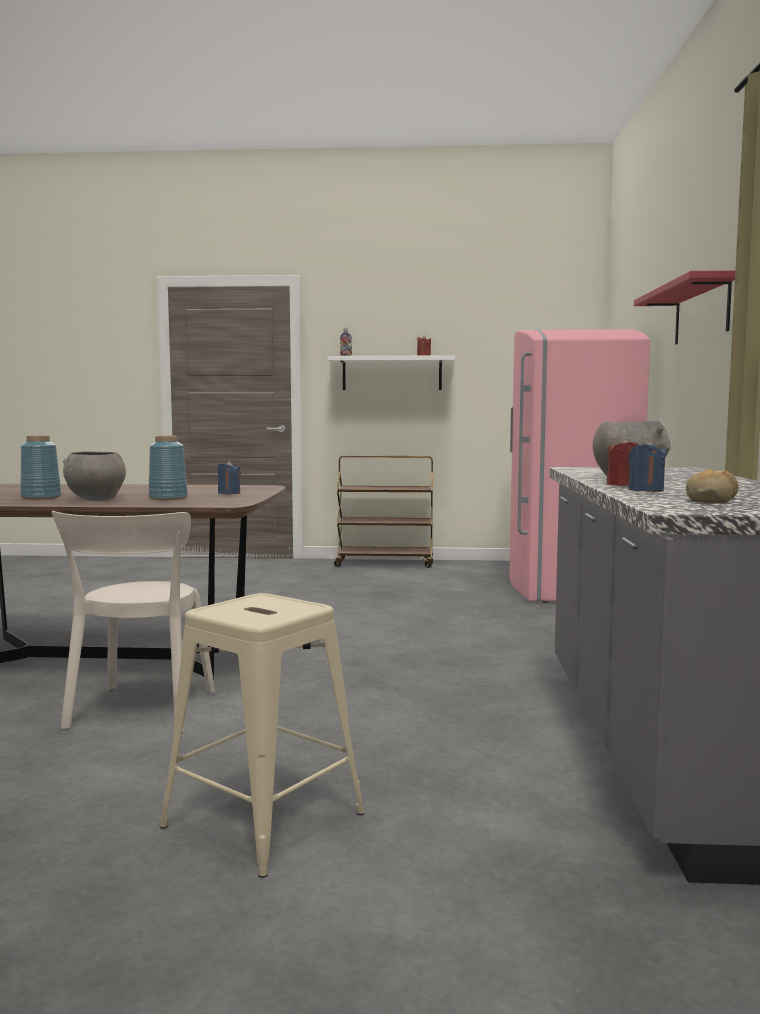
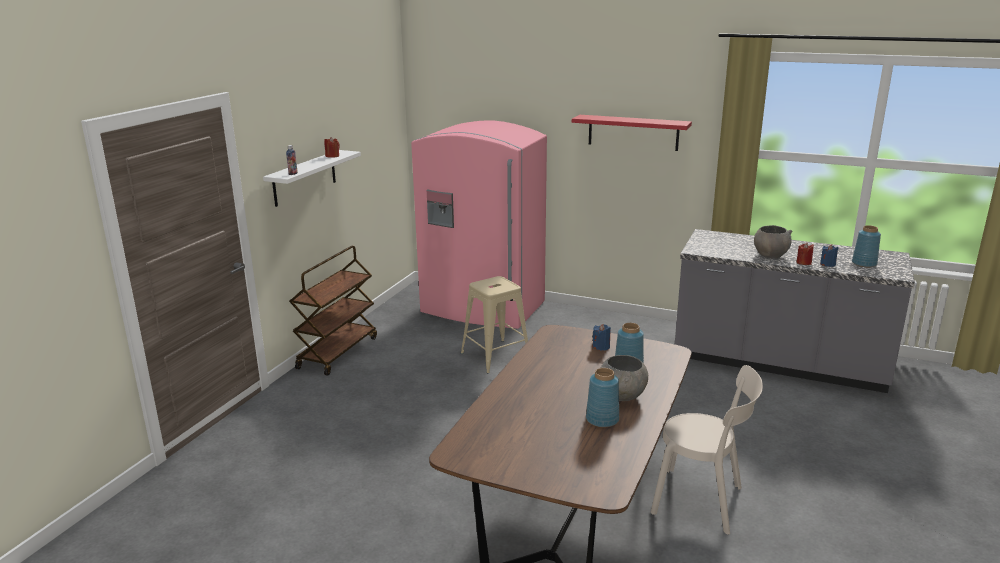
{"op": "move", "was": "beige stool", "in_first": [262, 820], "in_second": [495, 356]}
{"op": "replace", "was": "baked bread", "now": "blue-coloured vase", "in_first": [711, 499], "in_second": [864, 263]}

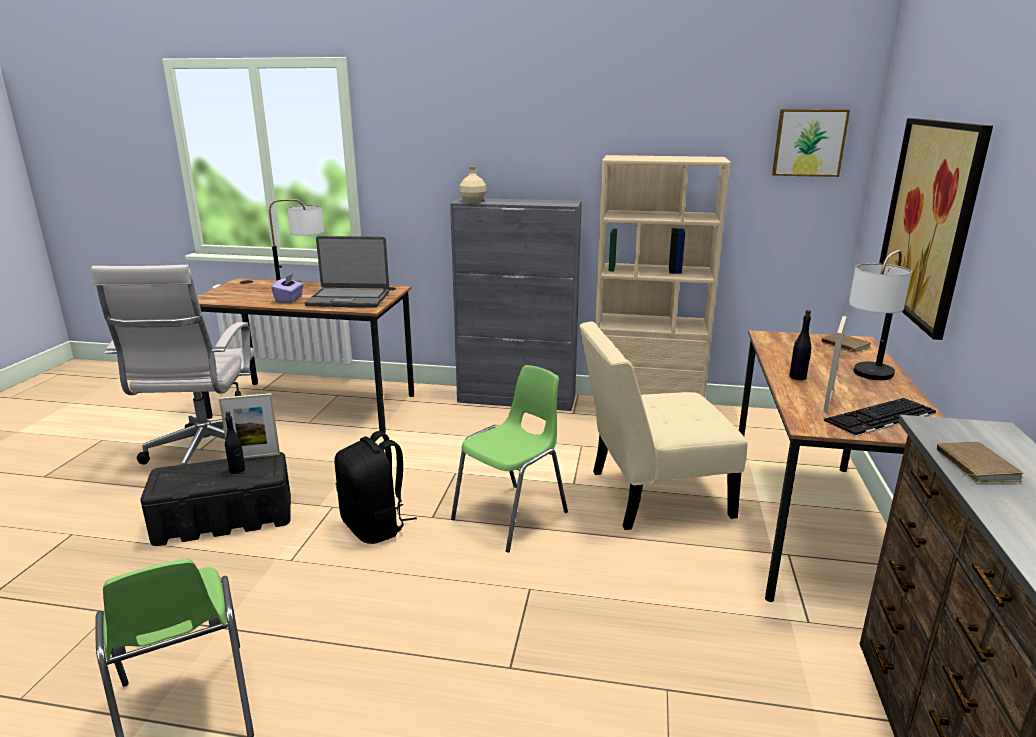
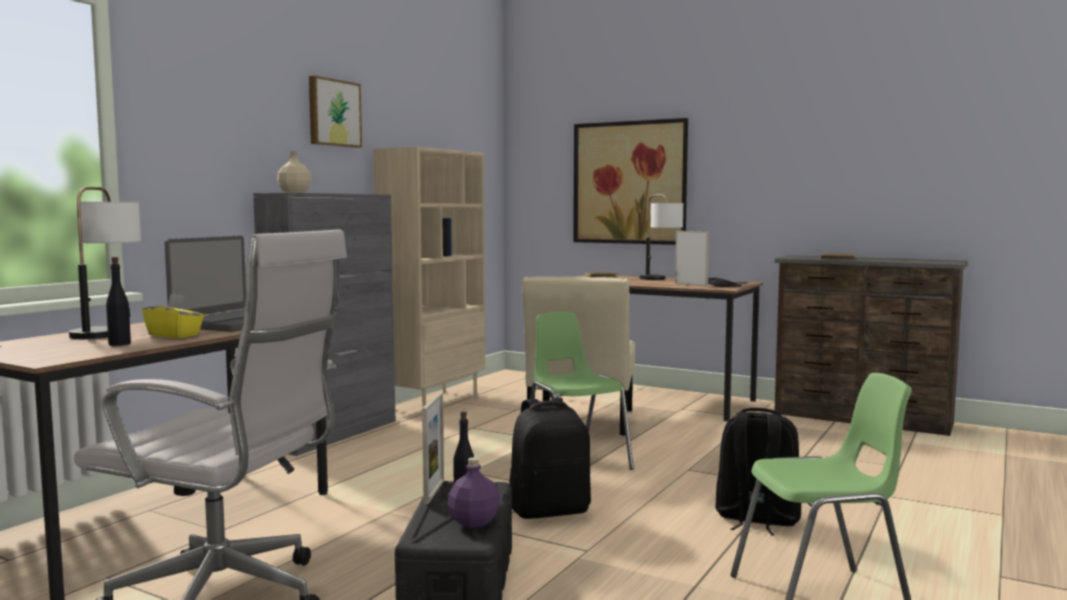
{"op": "insert", "now": "purple drink bottle", "in_second": [474, 521]}
{"op": "insert", "now": "black backpack", "in_second": [756, 519]}
{"op": "move", "was": "wall picture", "in_first": [809, 142], "in_second": [333, 113]}
{"op": "move", "was": "black drink bottle", "in_first": [798, 377], "in_second": [120, 344]}
{"op": "recolor", "was": "purple box of tissues", "now": "yellow box of tissues", "in_first": [289, 299], "in_second": [174, 335]}

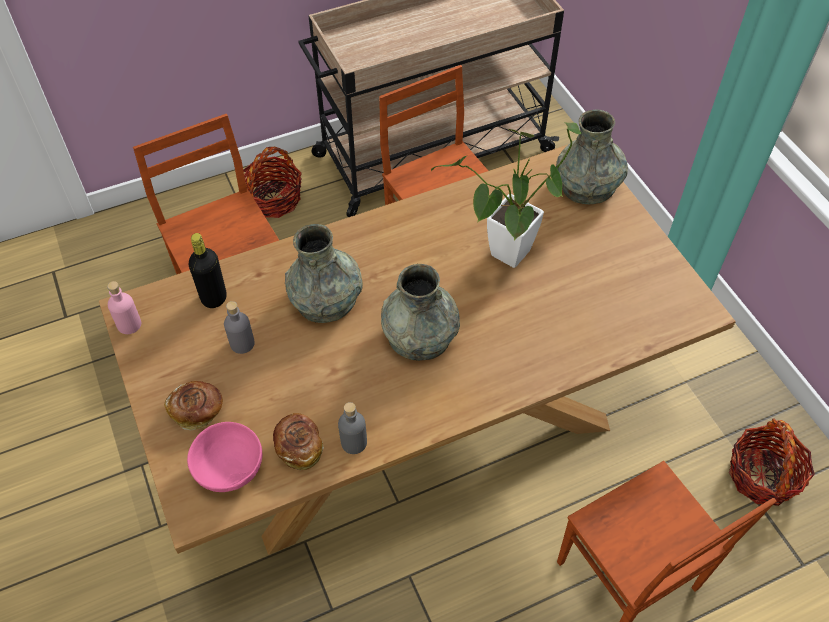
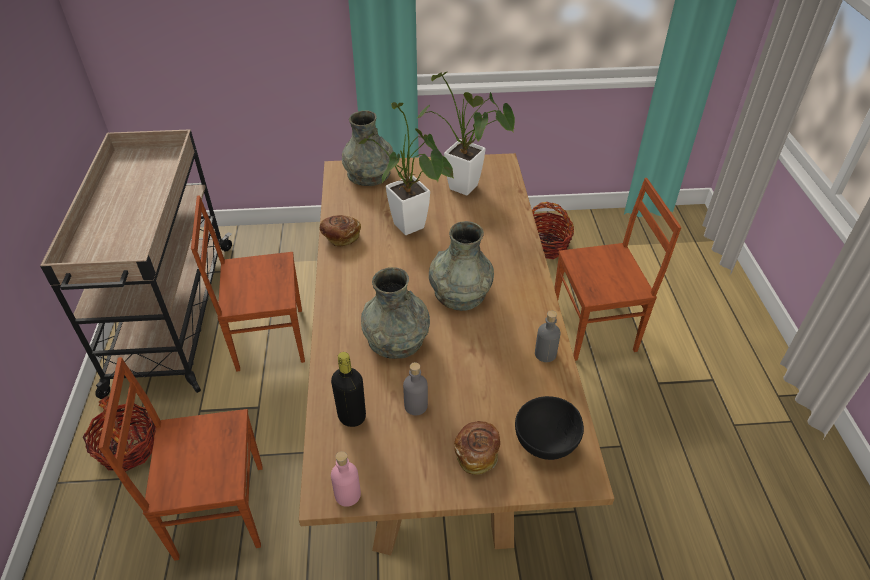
{"op": "insert", "now": "houseplant", "in_second": [469, 190]}
{"op": "move", "was": "baked bread", "in_first": [299, 447], "in_second": [340, 237]}
{"op": "recolor", "was": "pink deep dish", "now": "black deep dish", "in_first": [230, 471], "in_second": [548, 441]}

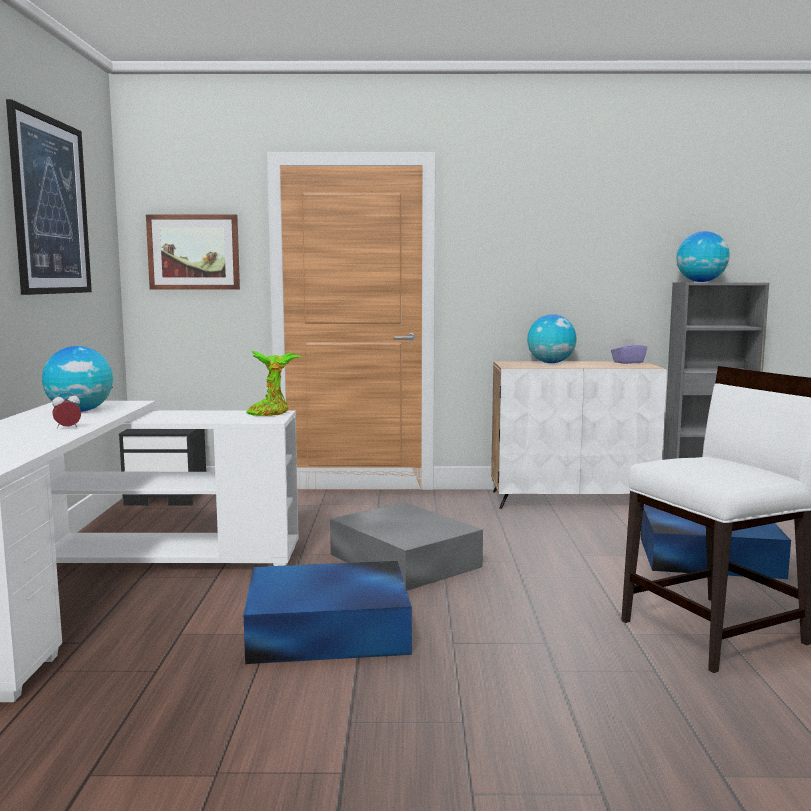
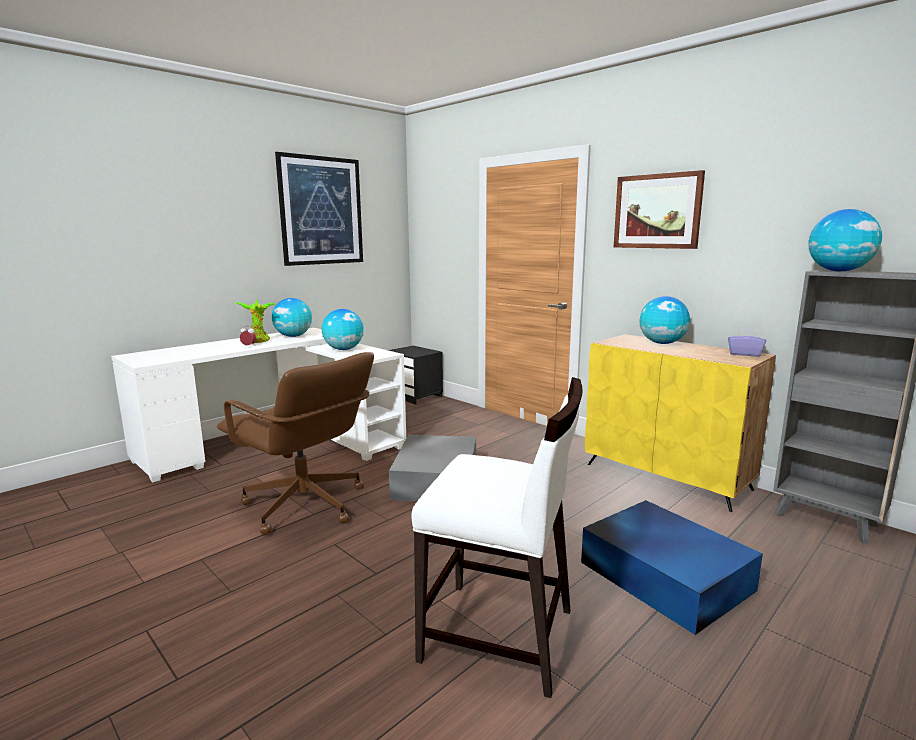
{"op": "insert", "now": "desk globe", "in_second": [344, 349]}
{"op": "move", "was": "wall picture", "in_first": [194, 252], "in_second": [657, 211]}
{"op": "move", "was": "houseplant", "in_first": [271, 413], "in_second": [257, 341]}
{"op": "replace", "was": "blue-coloured storage box", "now": "brown-coloured computer chair", "in_first": [330, 631], "in_second": [304, 506]}
{"op": "recolor", "was": "white-coloured storage cabinet", "now": "yellow storage cabinet", "in_first": [572, 499], "in_second": [667, 476]}

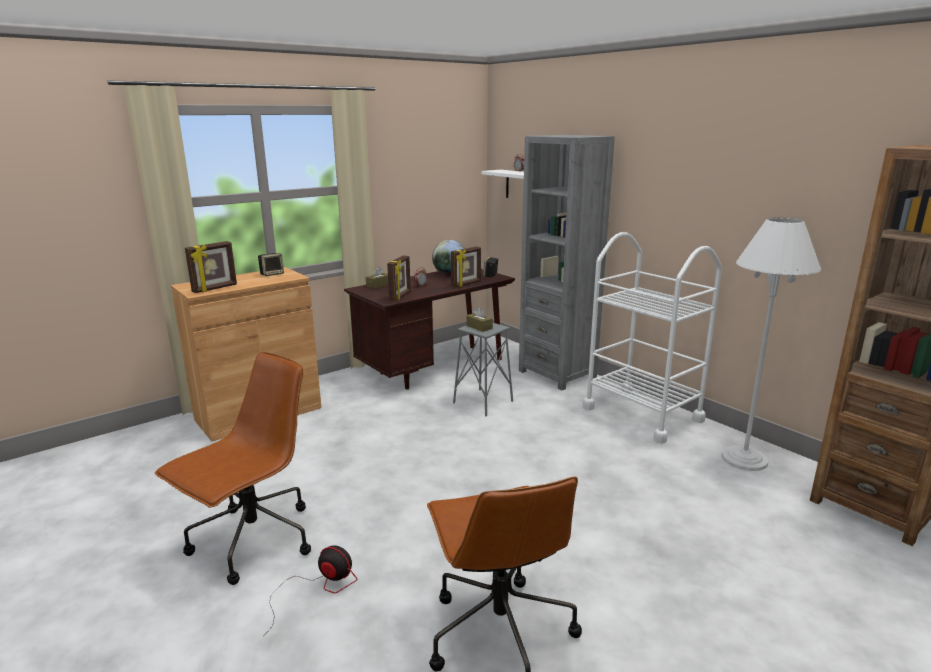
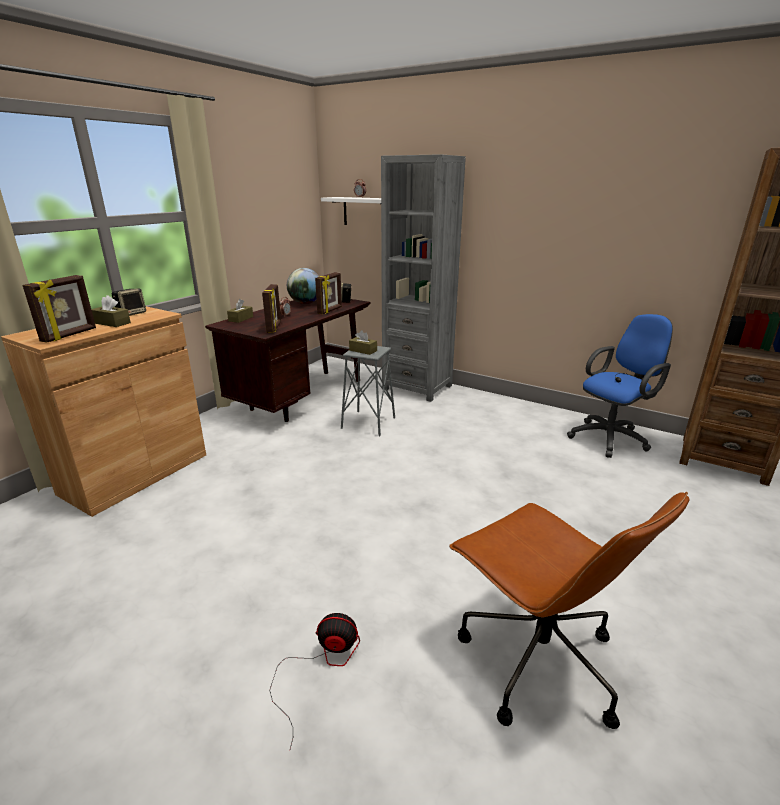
{"op": "delete", "was": "brown-coloured computer chair", "in_first": [252, 542]}
{"op": "delete", "was": "white-coloured wheeled cart", "in_first": [642, 414]}
{"op": "insert", "now": "brown-coloured box of tissues", "in_second": [112, 323]}
{"op": "replace", "was": "white-coloured standing lamp", "now": "blue-coloured computer chair", "in_first": [744, 459], "in_second": [611, 438]}

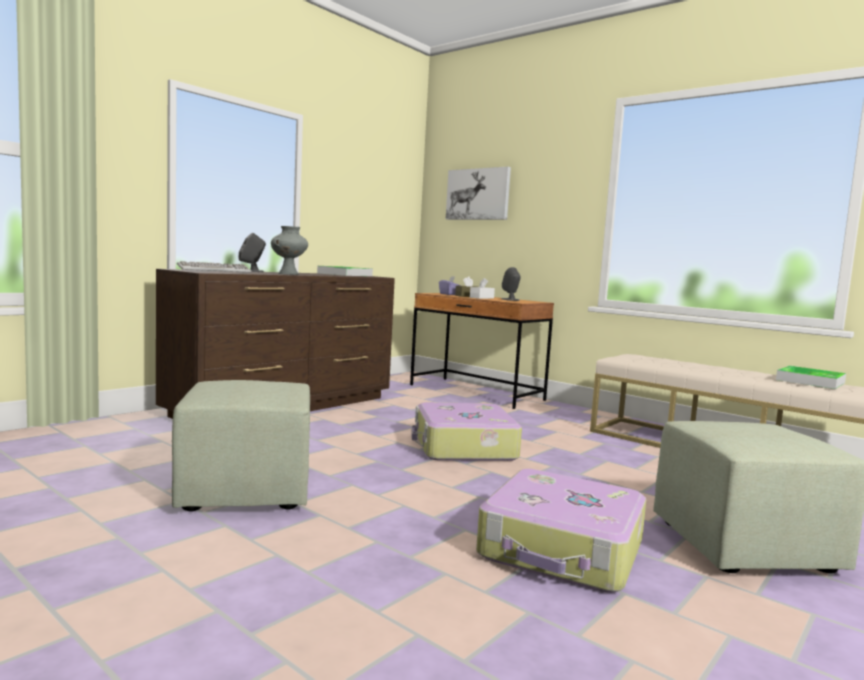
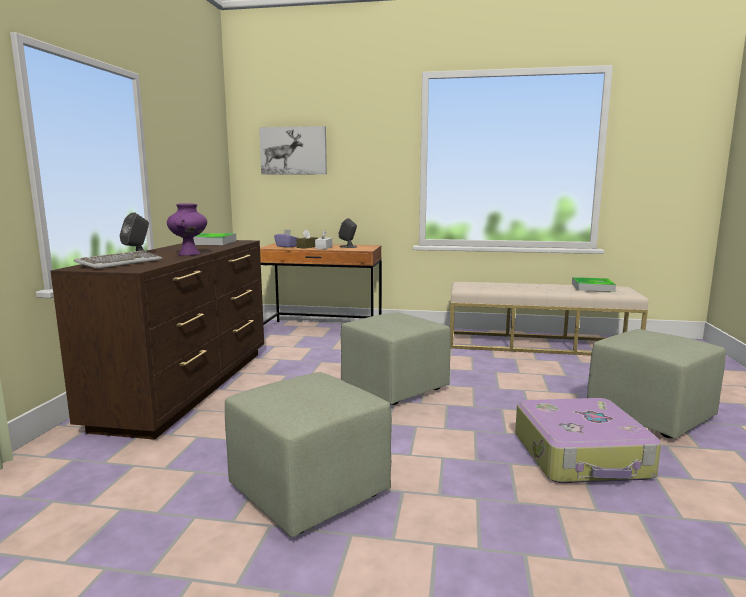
{"op": "replace", "was": "travel case", "now": "greenish pouffe", "in_first": [463, 447], "in_second": [395, 388]}
{"op": "recolor", "was": "grey vase", "now": "purple vase", "in_first": [288, 274], "in_second": [189, 254]}

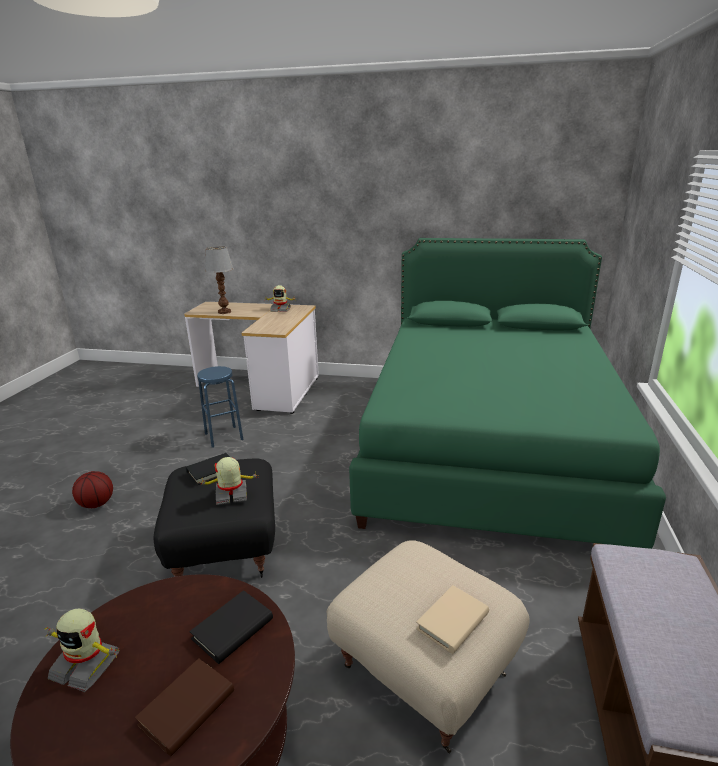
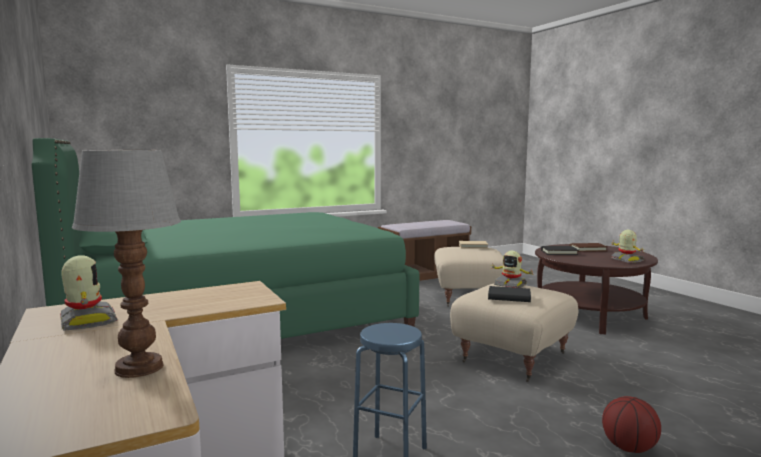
{"op": "recolor", "was": "black pouffe", "now": "beige pouffe", "in_first": [224, 548], "in_second": [514, 357]}

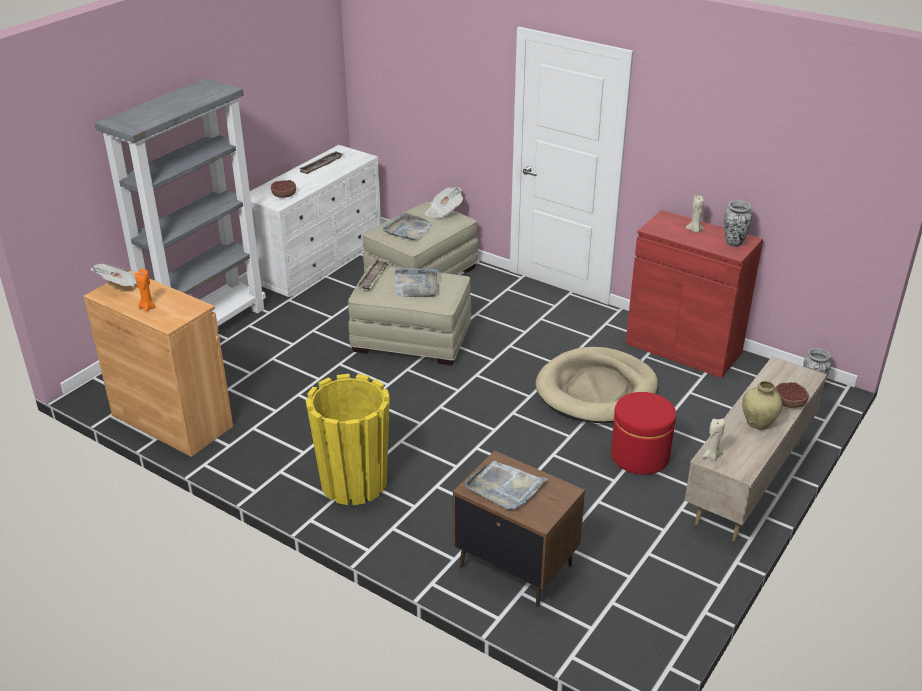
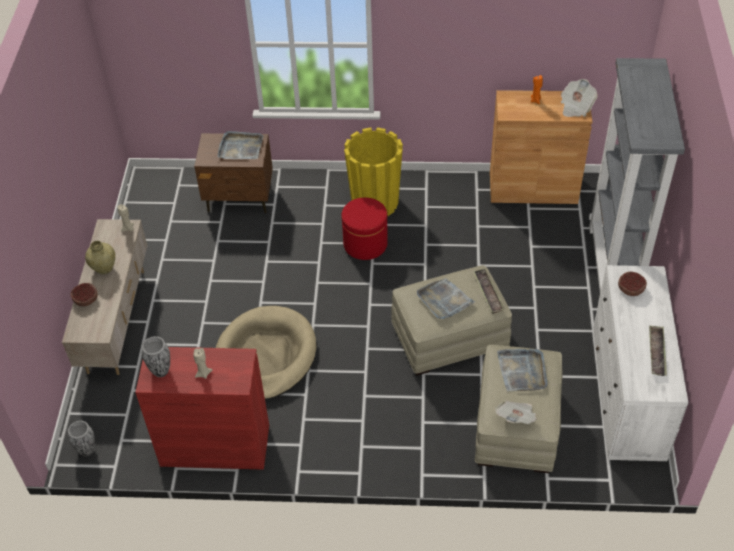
{"op": "move", "was": "red-coloured pouffe", "in_first": [639, 456], "in_second": [365, 244]}

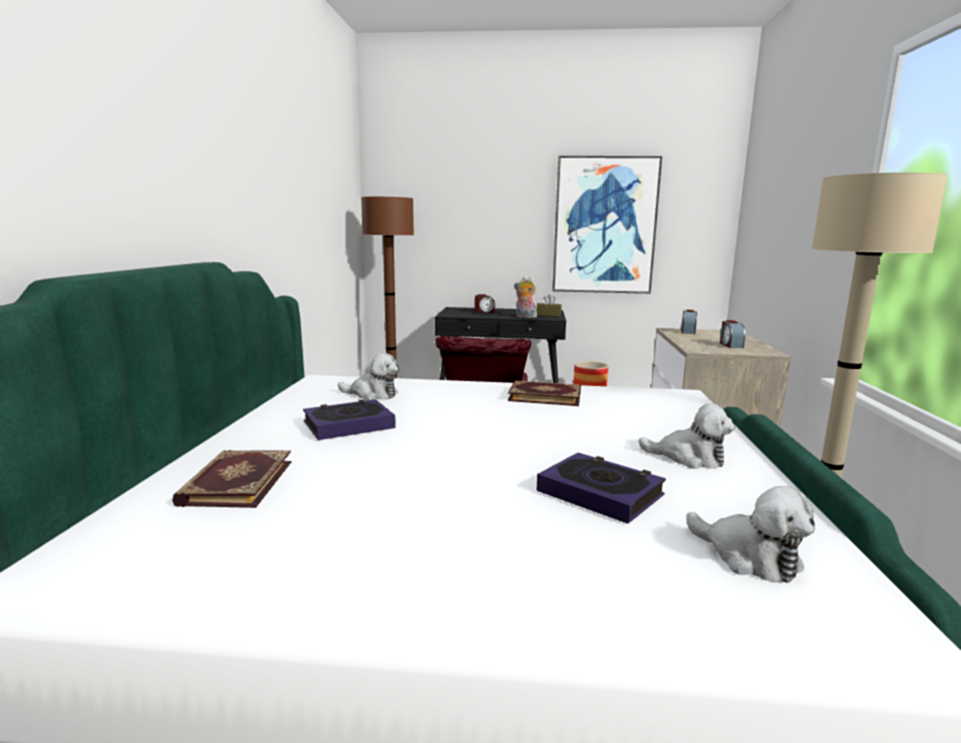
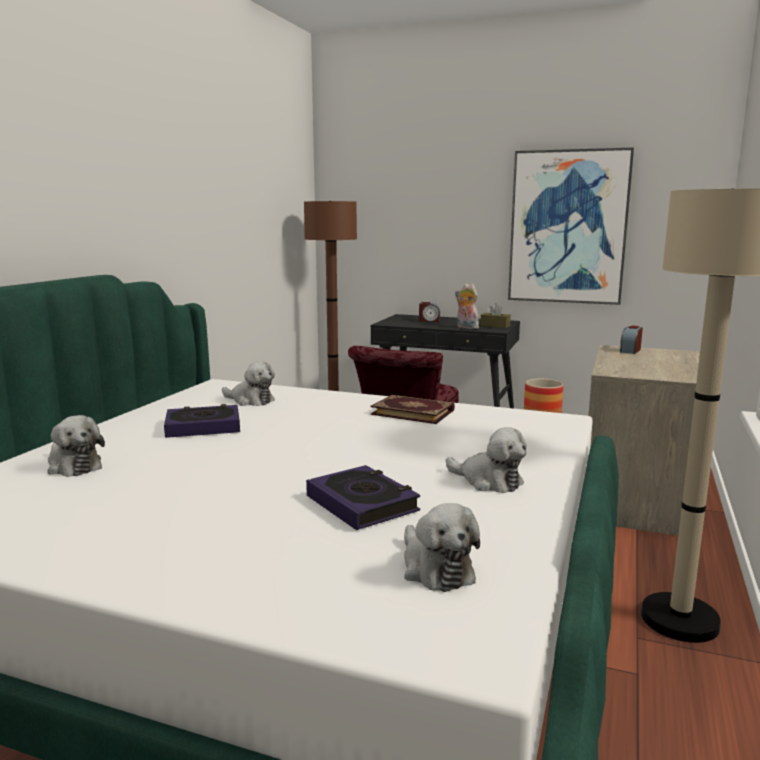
{"op": "delete", "was": "table clock", "in_first": [730, 345]}
{"op": "replace", "was": "volume", "now": "soft toy", "in_first": [235, 482], "in_second": [73, 466]}

